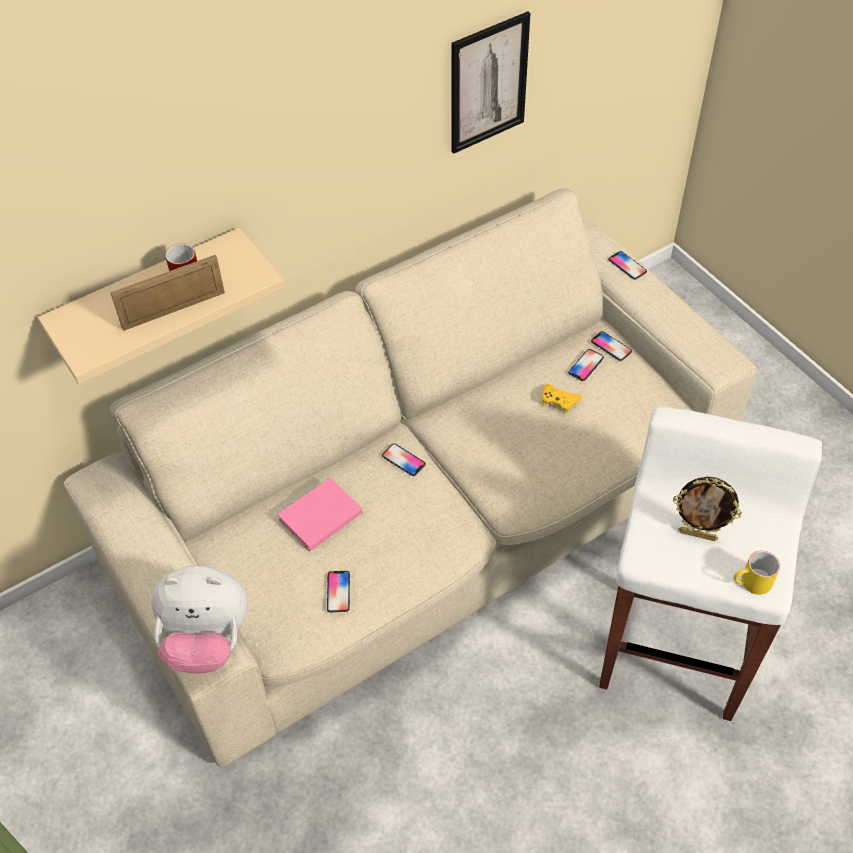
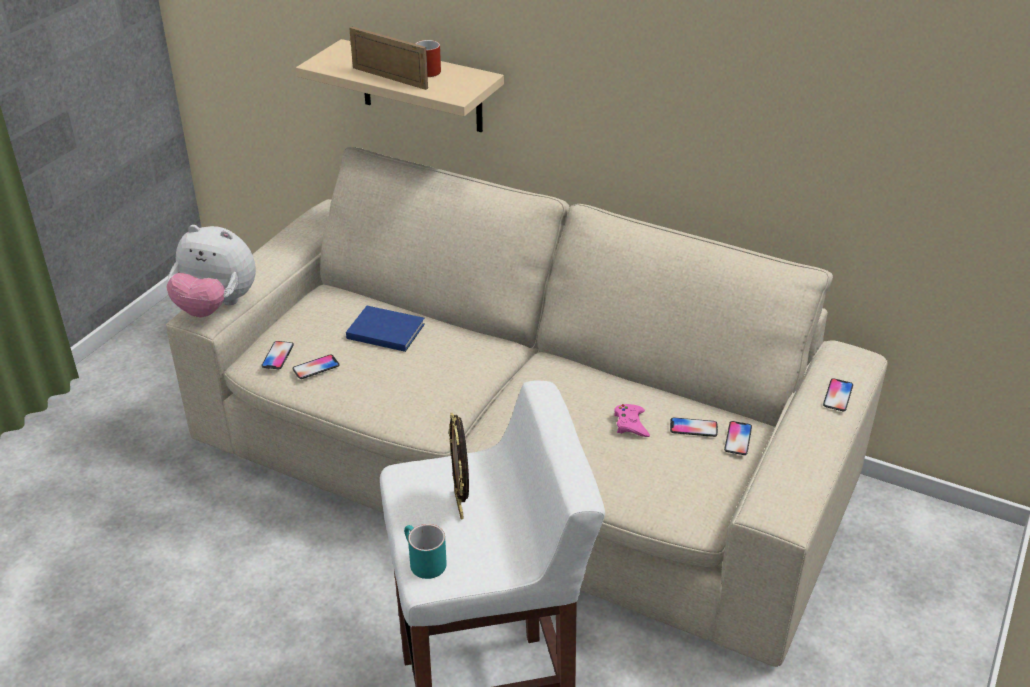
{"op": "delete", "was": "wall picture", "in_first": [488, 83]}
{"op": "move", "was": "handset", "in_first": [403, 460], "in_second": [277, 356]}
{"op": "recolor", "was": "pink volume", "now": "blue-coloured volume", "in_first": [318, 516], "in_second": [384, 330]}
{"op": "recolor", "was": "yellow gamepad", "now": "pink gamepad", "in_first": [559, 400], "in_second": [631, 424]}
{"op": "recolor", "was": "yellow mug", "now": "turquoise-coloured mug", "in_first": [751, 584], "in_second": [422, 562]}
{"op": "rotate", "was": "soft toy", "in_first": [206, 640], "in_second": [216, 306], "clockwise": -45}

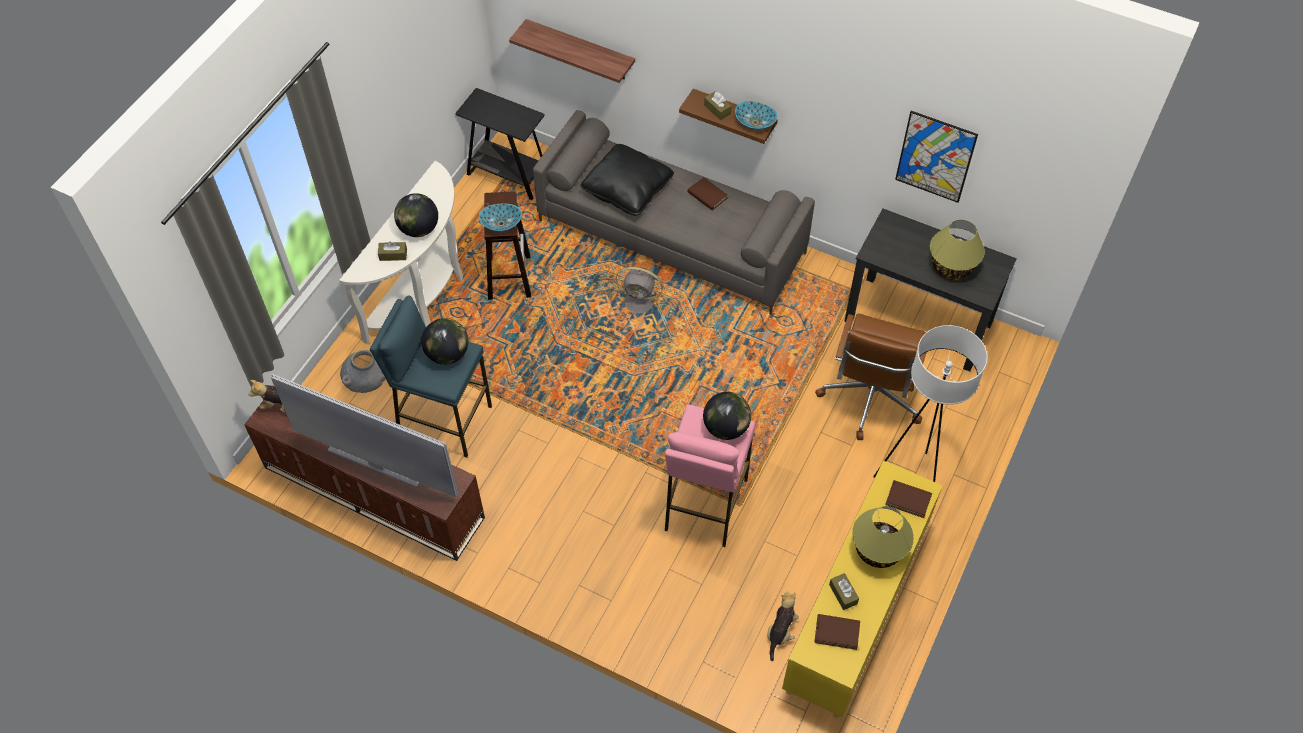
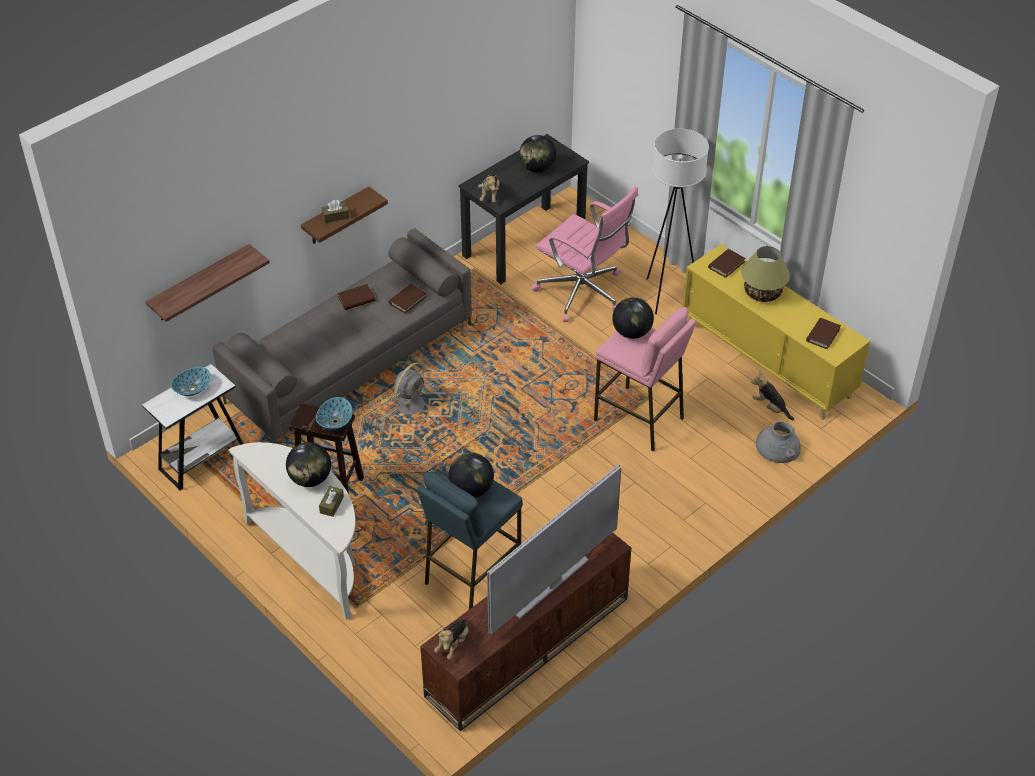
{"op": "delete", "was": "black pillow", "in_first": [627, 189]}
{"op": "delete", "was": "brown-coloured box of tissues", "in_first": [843, 594]}
{"op": "delete", "was": "wall picture", "in_first": [935, 157]}
{"op": "insert", "now": "brown-coloured volume", "in_second": [407, 300]}
{"op": "insert", "now": "soft toy", "in_second": [490, 195]}
{"op": "move", "was": "grey vase", "in_first": [365, 373], "in_second": [778, 446]}
{"op": "move", "was": "deep dish", "in_first": [755, 122], "in_second": [192, 389]}
{"op": "replace", "was": "table lamp", "now": "desk globe", "in_first": [951, 267], "in_second": [537, 168]}
{"op": "recolor", "was": "black side table", "now": "white-coloured side table", "in_first": [508, 175], "in_second": [202, 459]}
{"op": "recolor", "was": "brown-coloured computer chair", "now": "pink computer chair", "in_first": [869, 399], "in_second": [583, 293]}

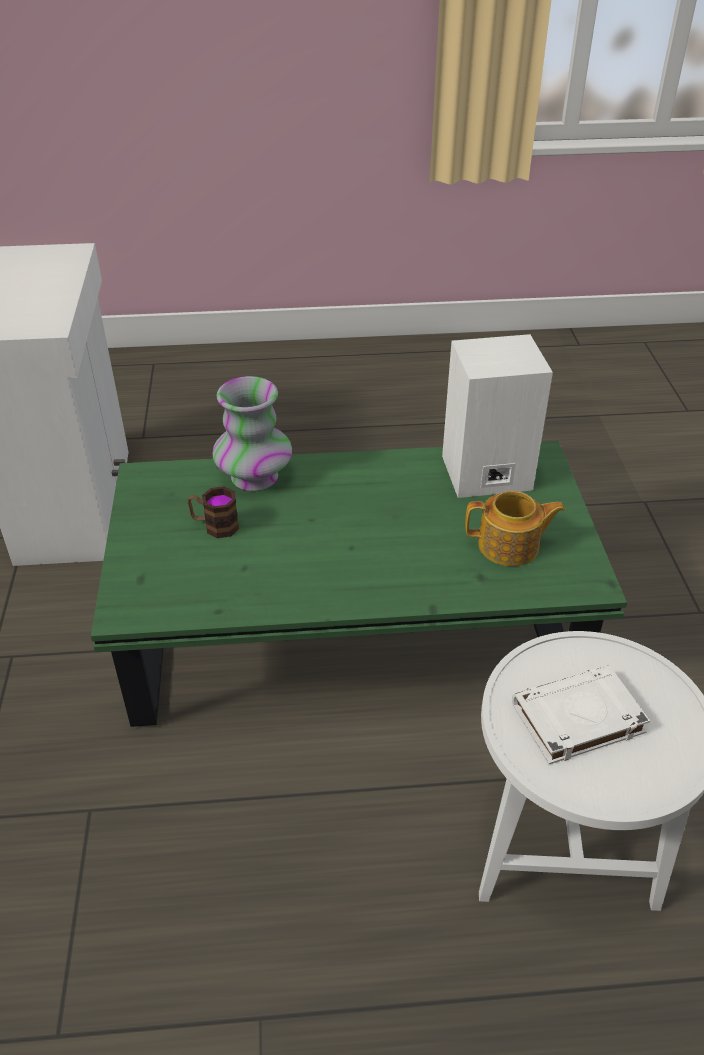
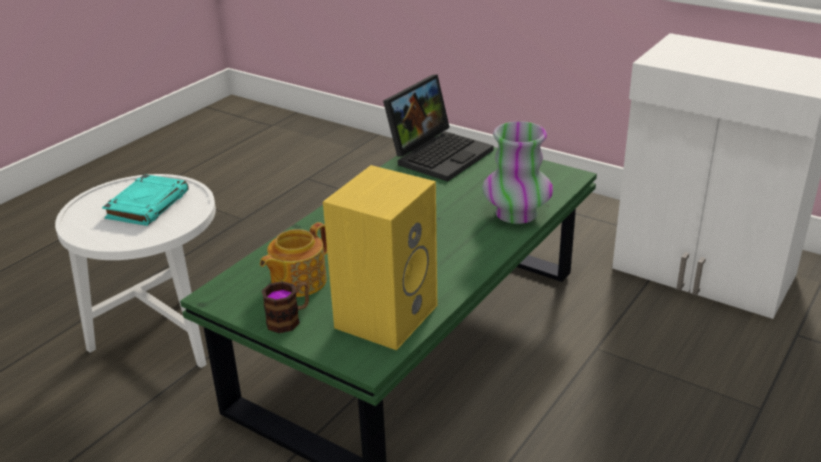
{"op": "insert", "now": "notebook computer", "in_second": [439, 154]}
{"op": "move", "was": "mug", "in_first": [215, 525], "in_second": [289, 319]}
{"op": "recolor", "was": "white-coloured audio speaker", "now": "yellow audio speaker", "in_first": [484, 474], "in_second": [386, 314]}
{"op": "recolor", "was": "white-coloured volume", "now": "turquoise-coloured volume", "in_first": [576, 719], "in_second": [148, 204]}

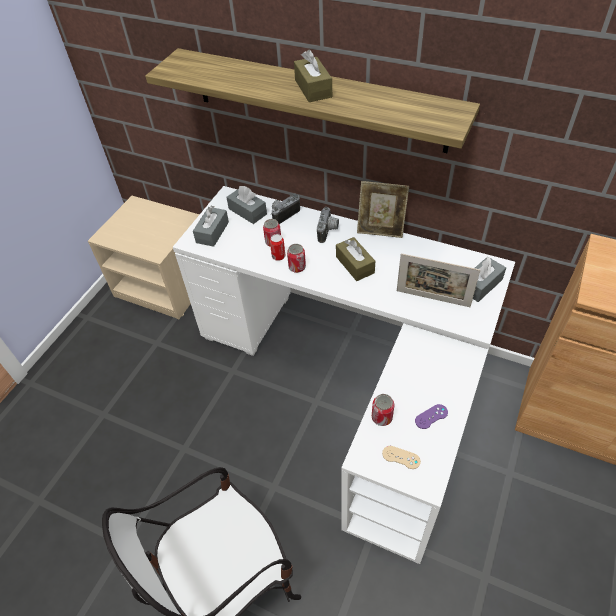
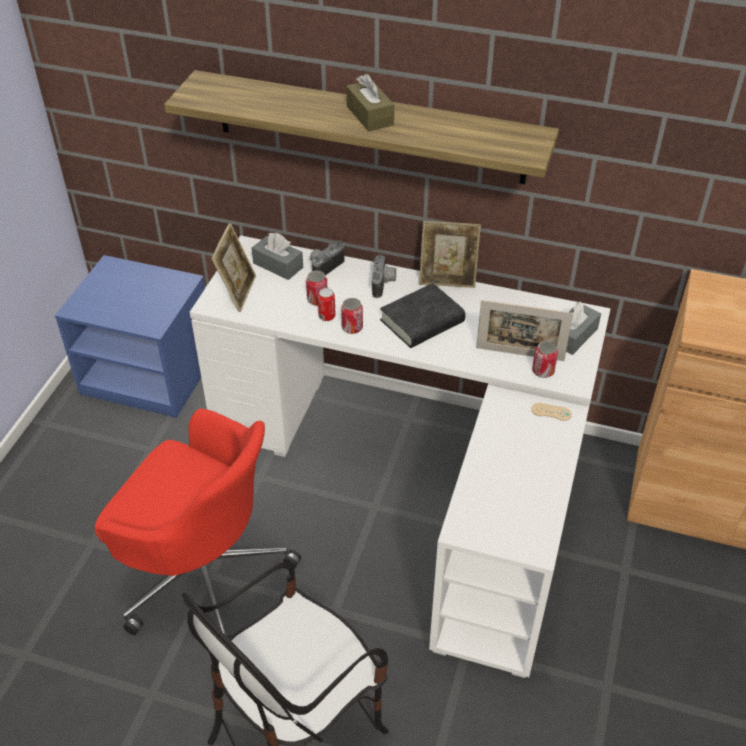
{"op": "delete", "was": "purple gamepad", "in_first": [431, 416]}
{"op": "insert", "now": "red-coloured computer chair", "in_second": [203, 574]}
{"op": "move", "was": "sealed can", "in_first": [382, 417], "in_second": [543, 371]}
{"op": "move", "was": "beige gamepad", "in_first": [401, 457], "in_second": [551, 412]}
{"op": "replace", "was": "grey box of tissues", "now": "standing frame", "in_first": [212, 232], "in_second": [237, 292]}
{"op": "replace", "was": "brown-coloured box of tissues", "now": "black volume", "in_first": [355, 265], "in_second": [422, 321]}
{"op": "recolor", "was": "beige bedside table", "now": "blue-coloured bedside table", "in_first": [166, 284], "in_second": [150, 374]}

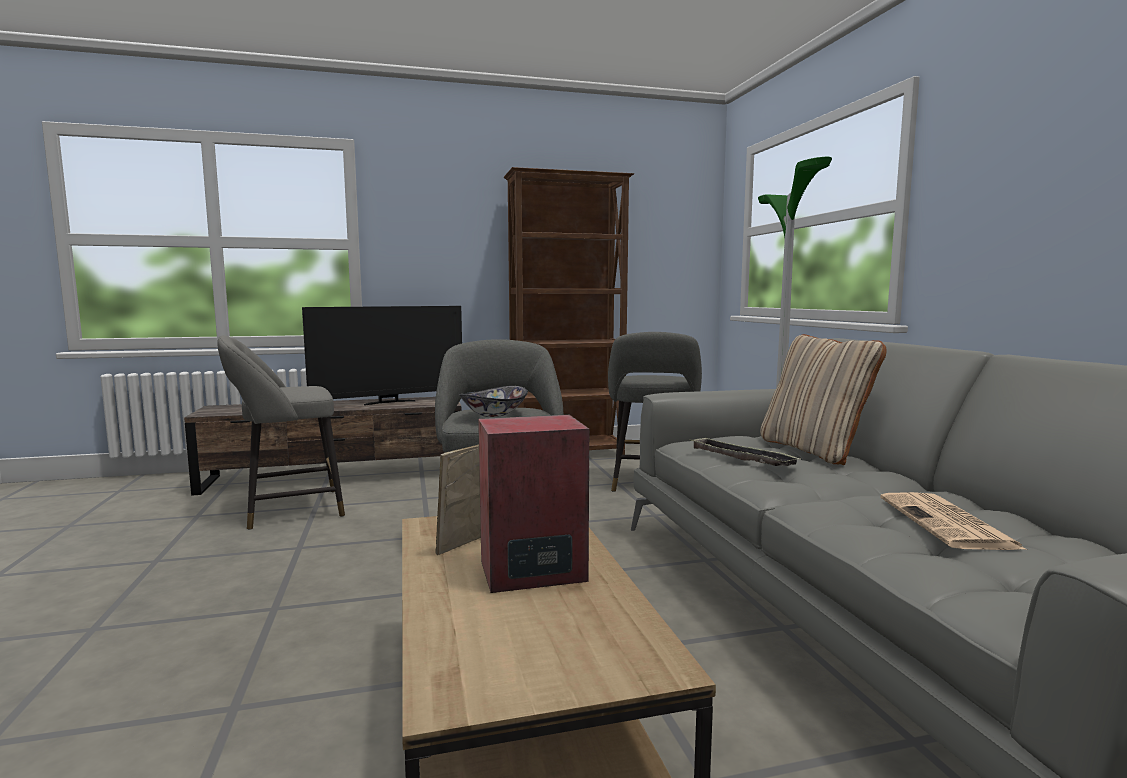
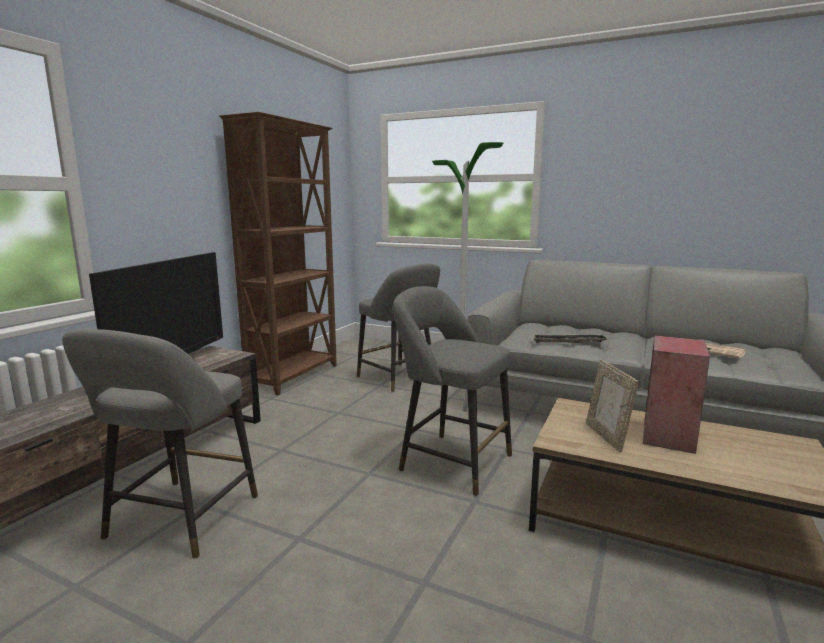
{"op": "delete", "was": "deep dish", "in_first": [494, 414]}
{"op": "delete", "was": "beige pillow", "in_first": [814, 450]}

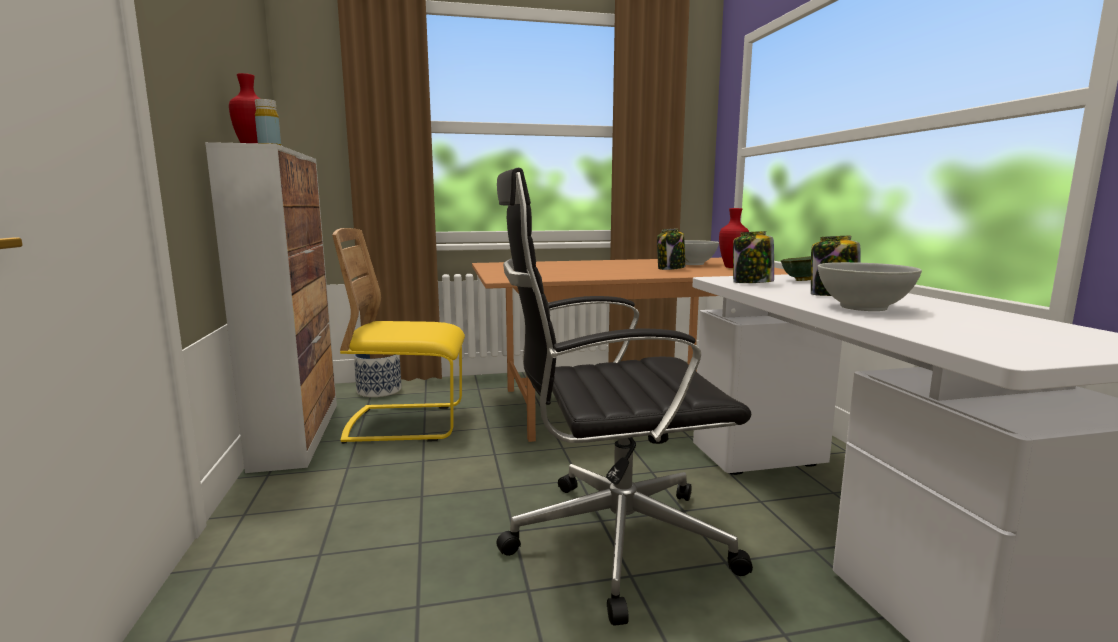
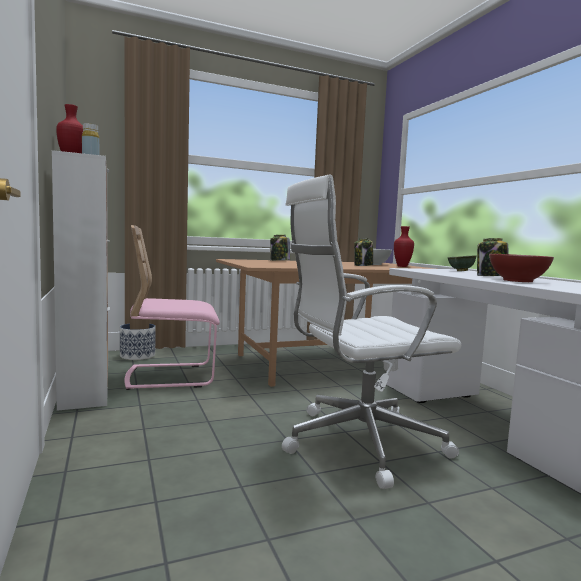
{"op": "move", "was": "jar", "in_first": [752, 283], "in_second": [279, 261]}
{"op": "recolor", "was": "yellow chair", "now": "pink chair", "in_first": [407, 423], "in_second": [171, 376]}
{"op": "recolor", "was": "black computer chair", "now": "white-coloured computer chair", "in_first": [611, 540], "in_second": [358, 442]}
{"op": "recolor", "was": "white-coloured deep dish", "now": "red-coloured deep dish", "in_first": [863, 307], "in_second": [518, 281]}

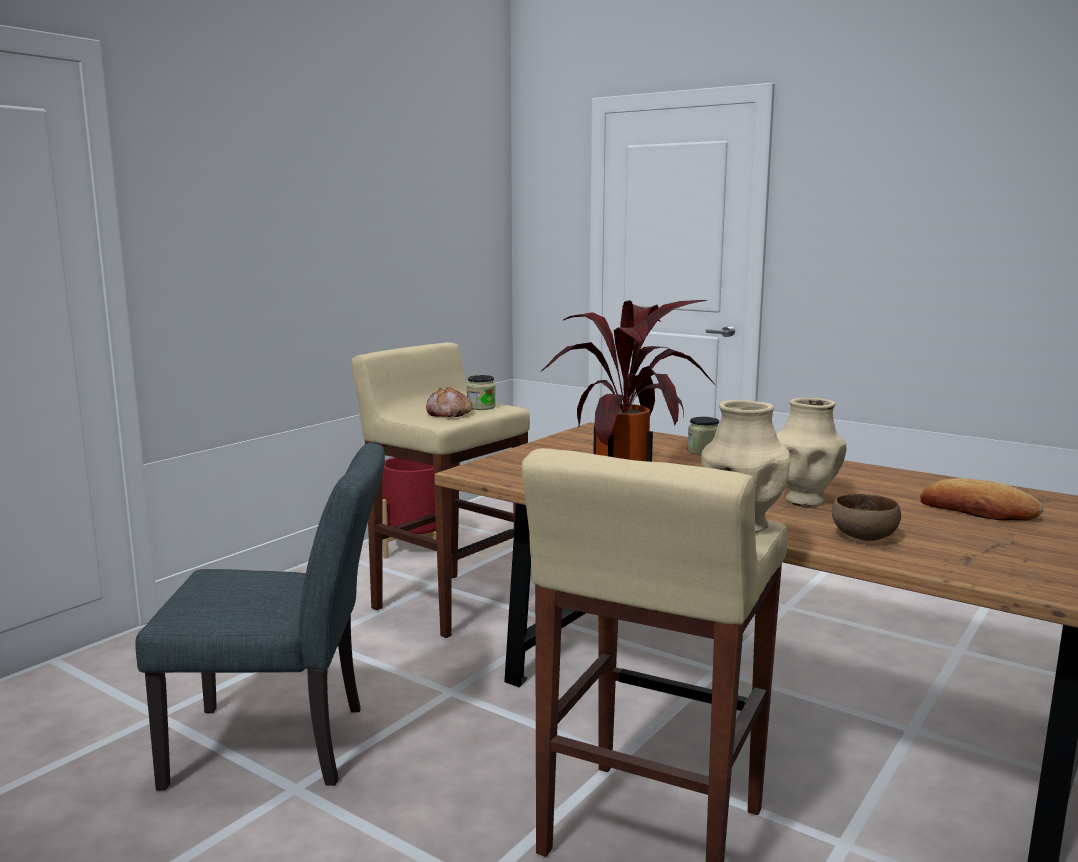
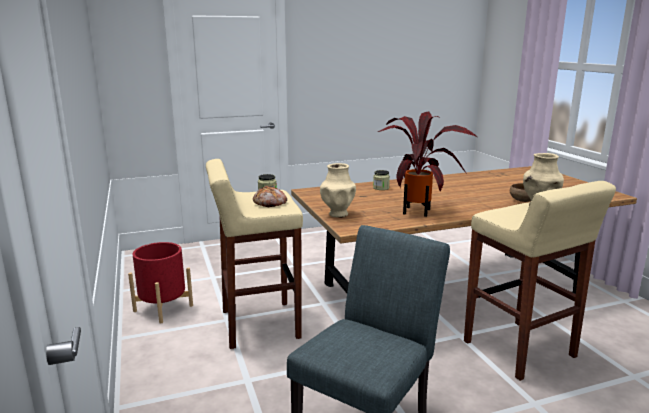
{"op": "delete", "was": "baked bread", "in_first": [977, 510]}
{"op": "move", "was": "beige vase", "in_first": [805, 500], "in_second": [338, 214]}

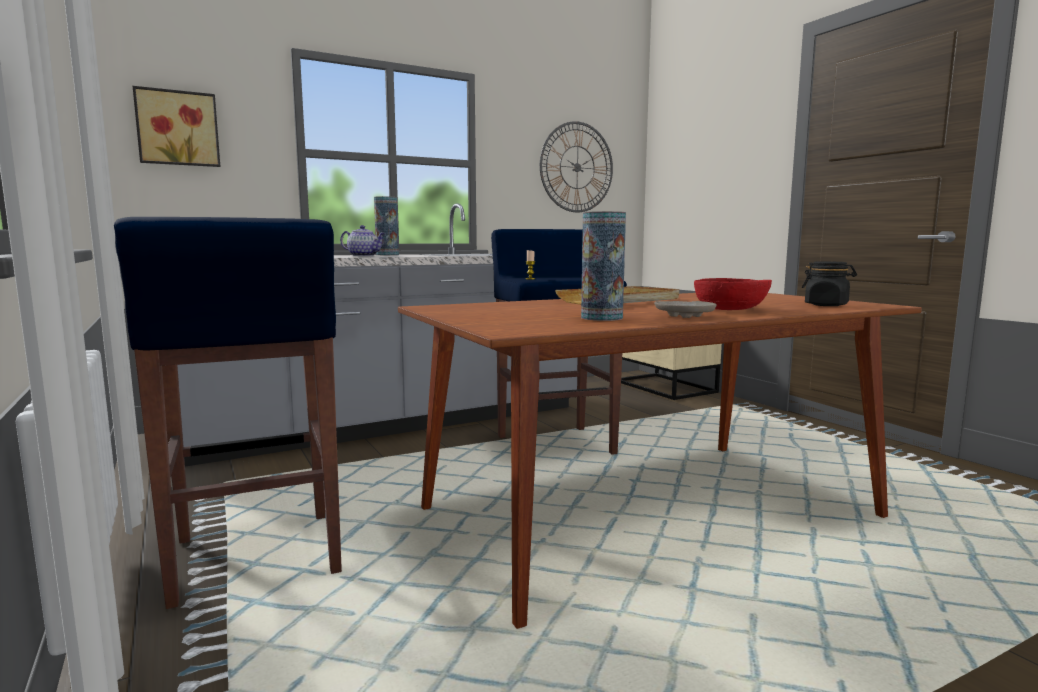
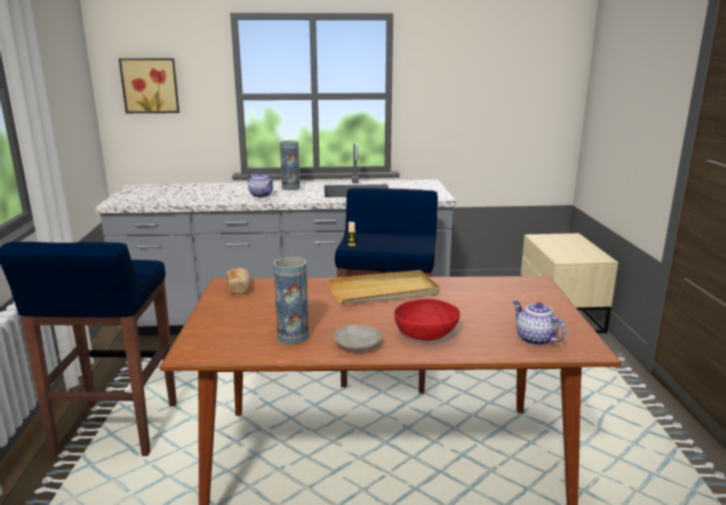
{"op": "delete", "was": "wall clock", "in_first": [577, 167]}
{"op": "insert", "now": "baked bread", "in_second": [239, 288]}
{"op": "replace", "was": "black jar", "now": "pot for tea", "in_first": [826, 305], "in_second": [534, 338]}

